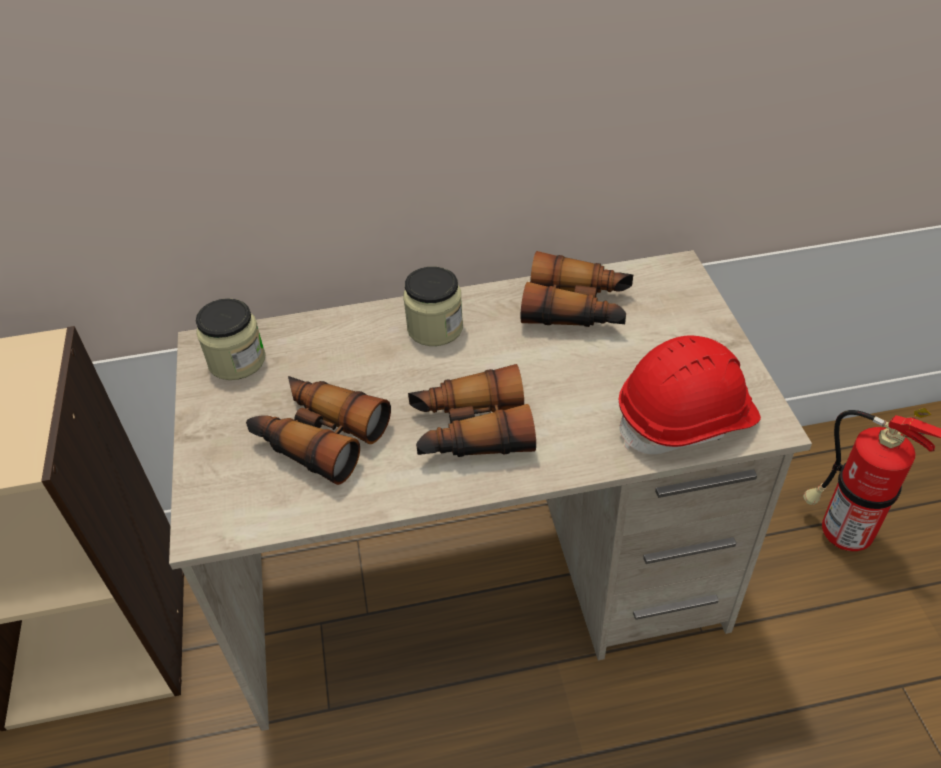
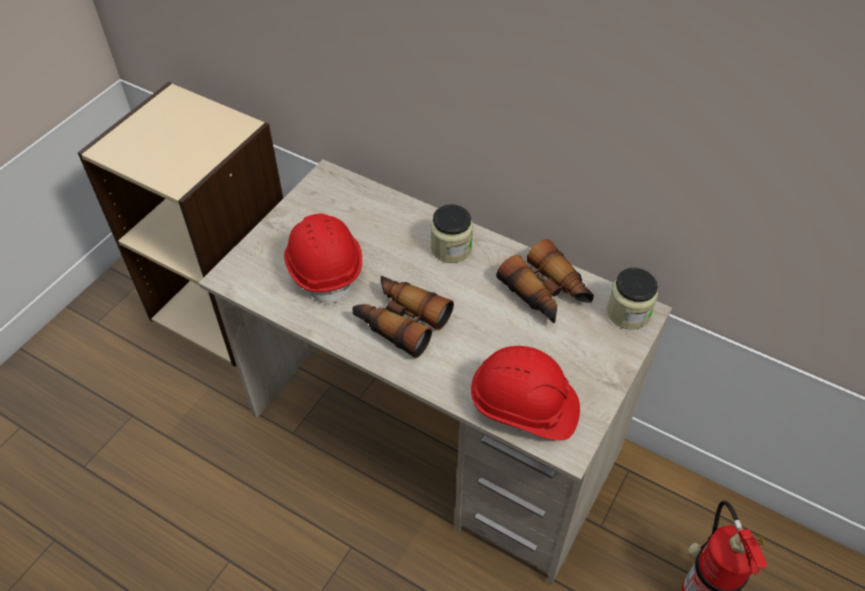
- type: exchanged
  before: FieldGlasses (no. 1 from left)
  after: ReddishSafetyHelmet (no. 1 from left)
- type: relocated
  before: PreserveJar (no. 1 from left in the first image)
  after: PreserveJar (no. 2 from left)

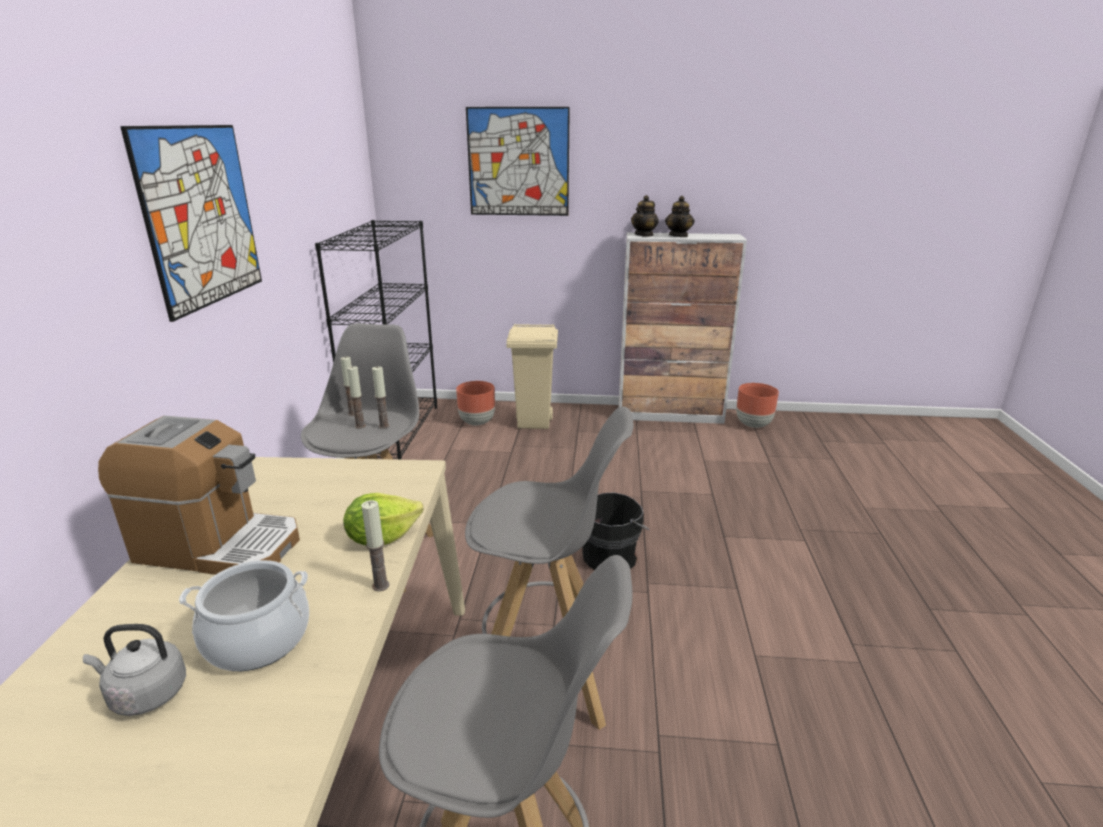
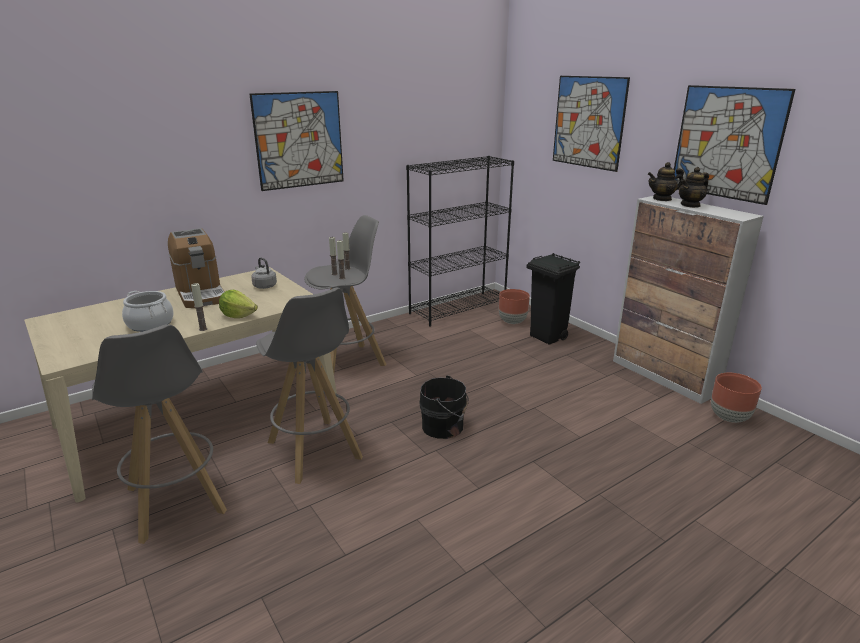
- type: relocated
  before: GreyishTeaKettle
- type: colour
  before: SandColouredTrashCan
  after: BlackTrashCan
- type: appeared
  after: WallPicture (no. 3 from left)

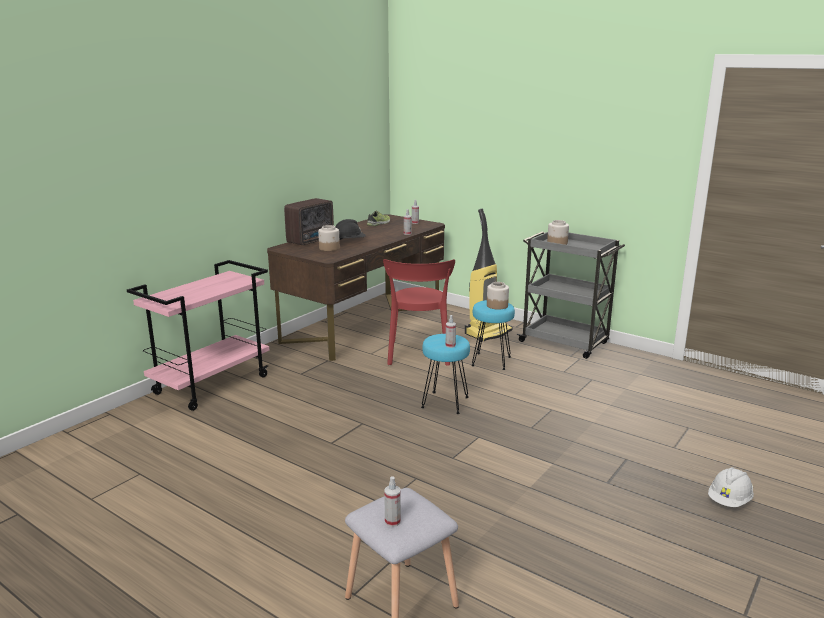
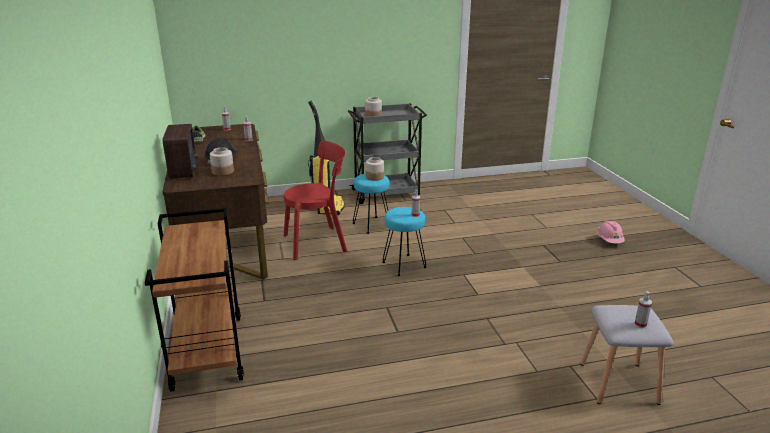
- type: colour
  before: PinkColouredTrolley
  after: BrownishTrolley
- type: spun
  before: ReddishUprightChair
  turn: -60
- type: colour
  before: WhiteColouredSafetyHelmet
  after: PinkColouredSafetyHelmet

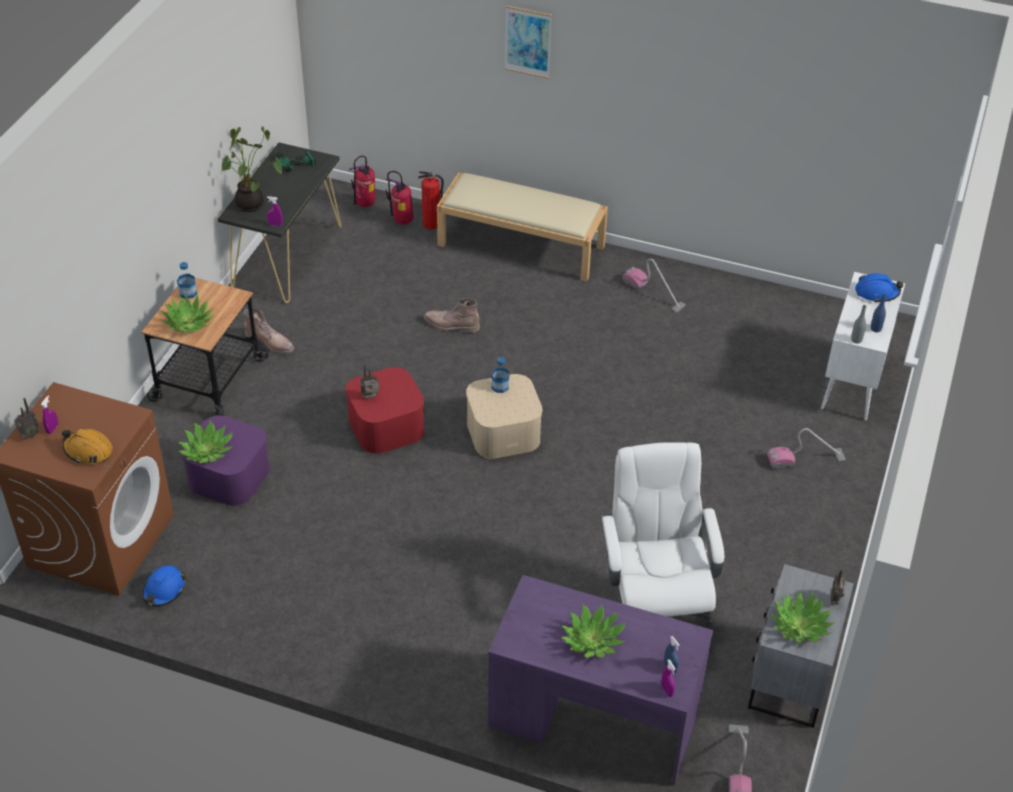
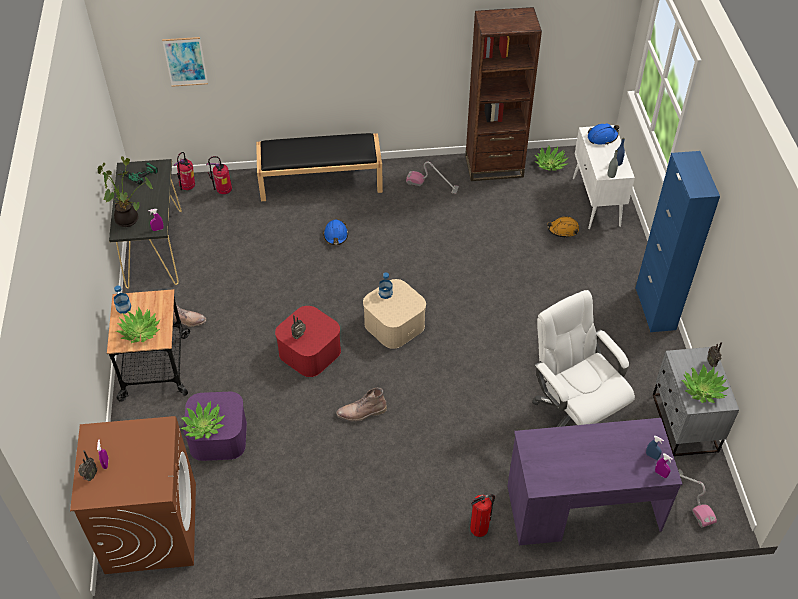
- type: relocated
  before: WallPicture
- type: colour
  before: SandColouredIndoorBench
  after: BlackIndoorBench
- type: relocated
  before: BlueColouredSafetyHelmet (no. 1 from left)
- type: relocated
  before: BrownishHighTopBoot (no. 2 from left)
- type: appeared
  after: BrownishBookcase
- type: relocated
  before: FireExtinguisher (no. 3 from left)
- type: relocated
  before: Houseplant (no. 4 from left)
- type: relocated
  before: OrangeColouredSafetyHelmet
- type: appeared
  after: BlueColouredCabinet
- type: missing
  before: Vacuum (no. 3 from left)

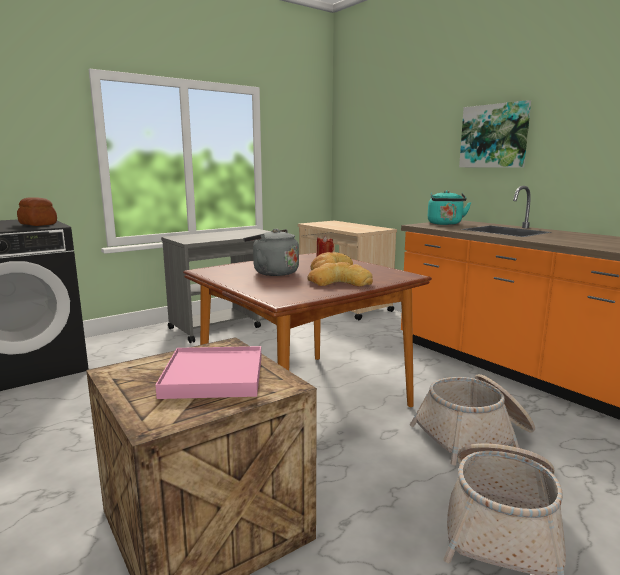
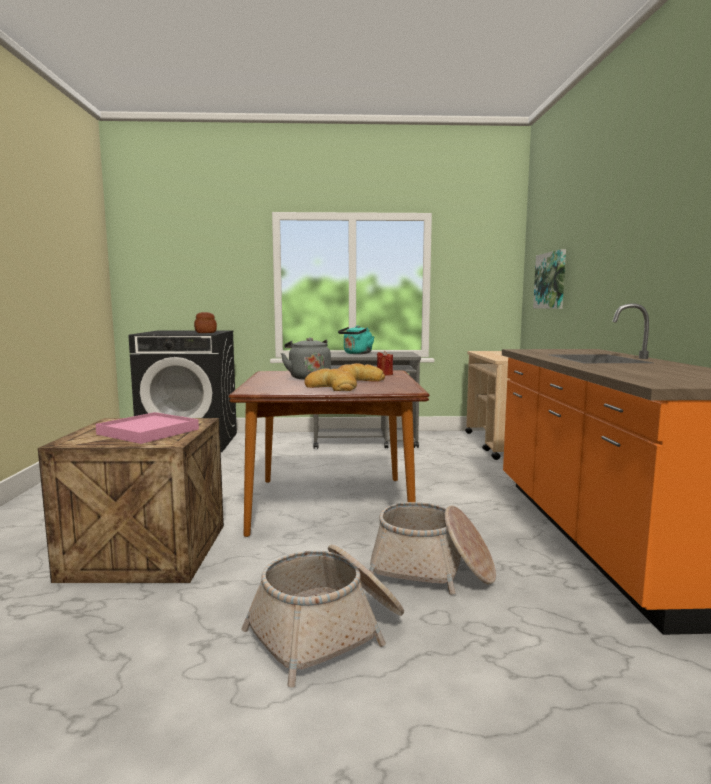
- type: relocated
  before: TurquoiseTeaKettle
- type: relocated
  before: WallPicture

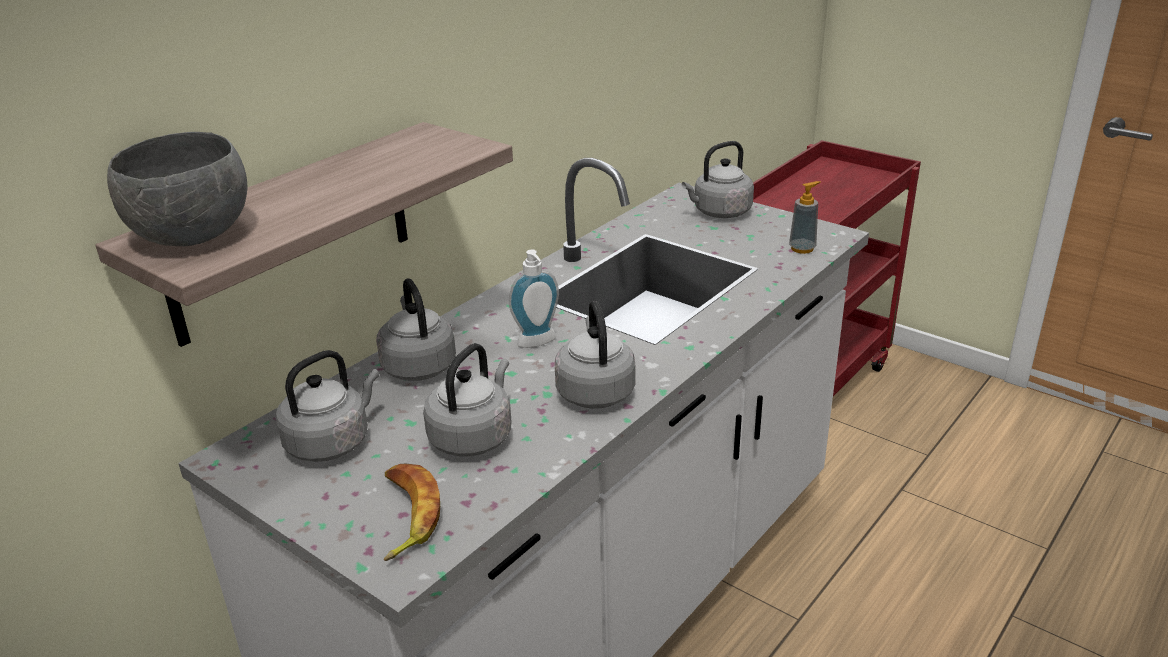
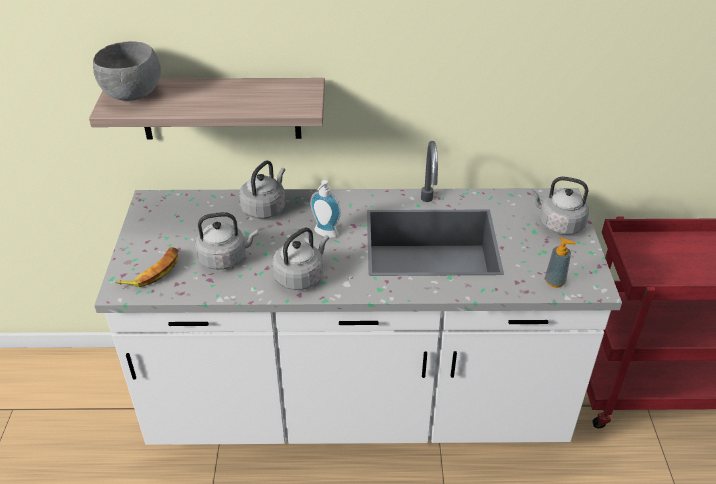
- type: missing
  before: GreyishTeaKettle (no. 1 from left)

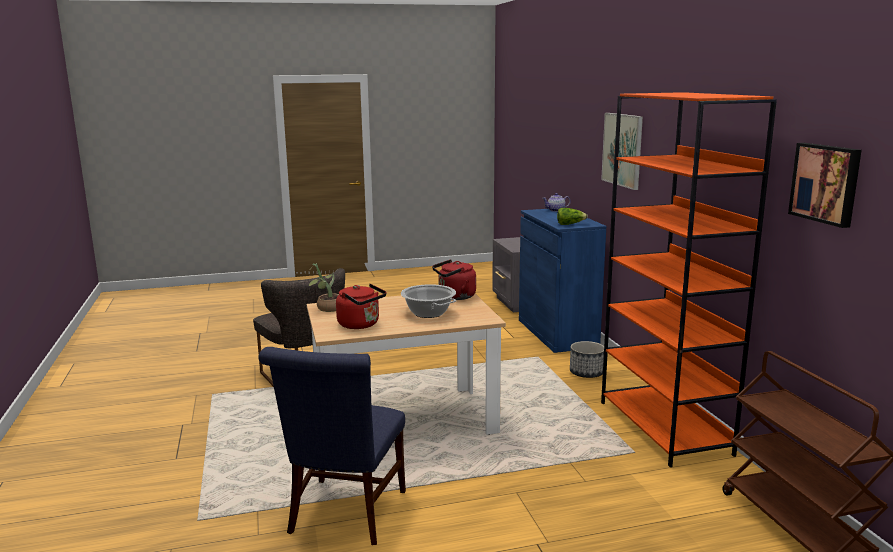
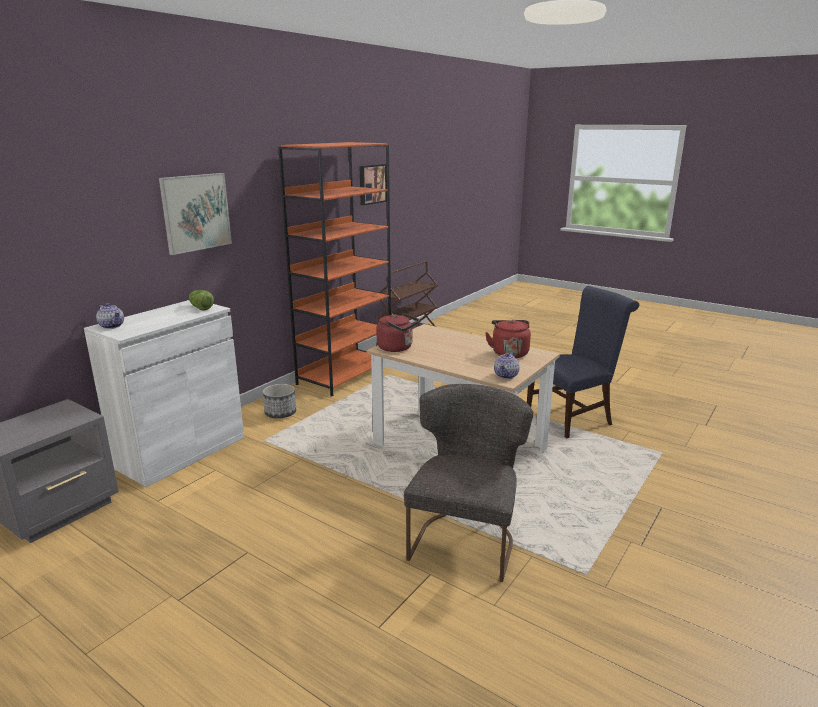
- type: colour
  before: BlueColouredCabinet
  after: WhiteColouredCabinet
- type: exchanged
  before: Houseplant
  after: TeaPot (no. 2 from left)
- type: missing
  before: CookingPot

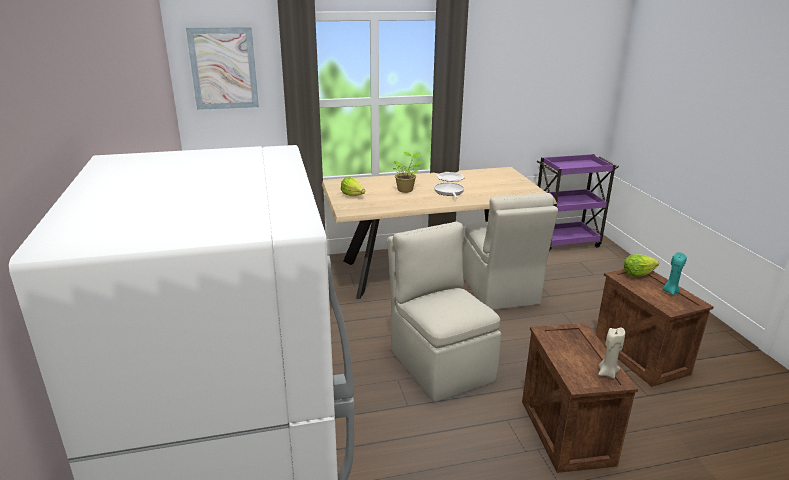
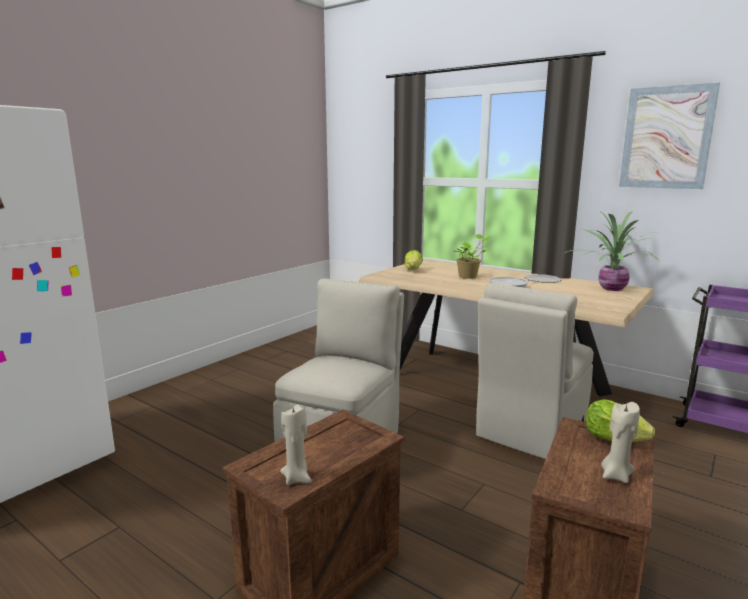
- type: appeared
  after: Houseplant (no. 2 from left)
- type: colour
  before: TurquoiseWaxCandle
  after: SandColouredWaxCandle (no. 2 from left)
- type: relocated
  before: WallPicture

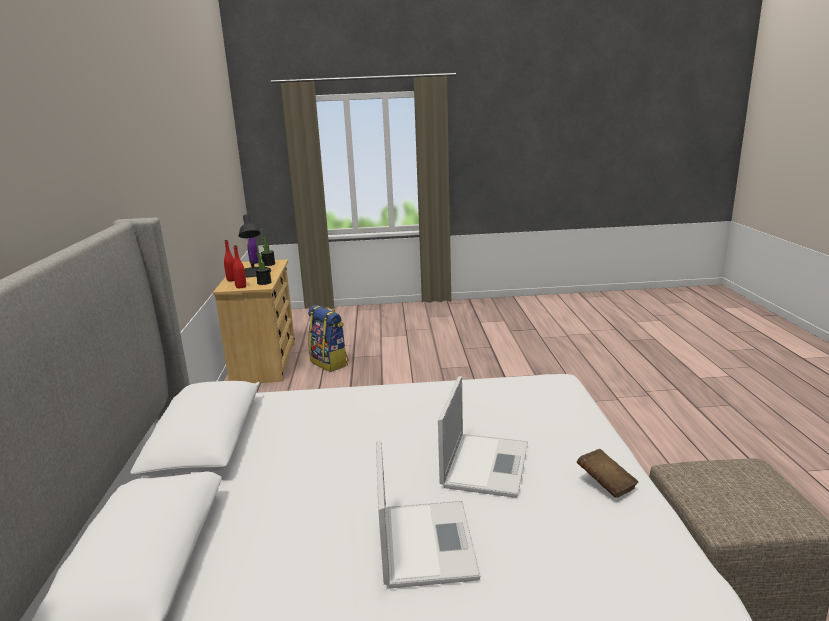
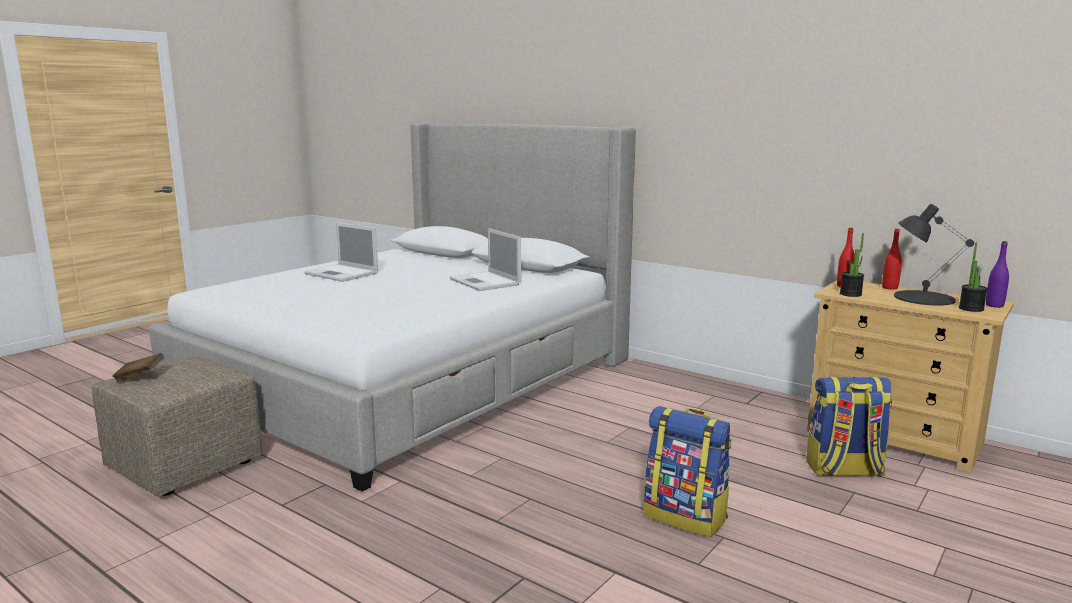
- type: relocated
  before: BrownishVolume
- type: relocated
  before: Laptop (no. 2 from left)
- type: appeared
  after: Backpack (no. 1 from left)

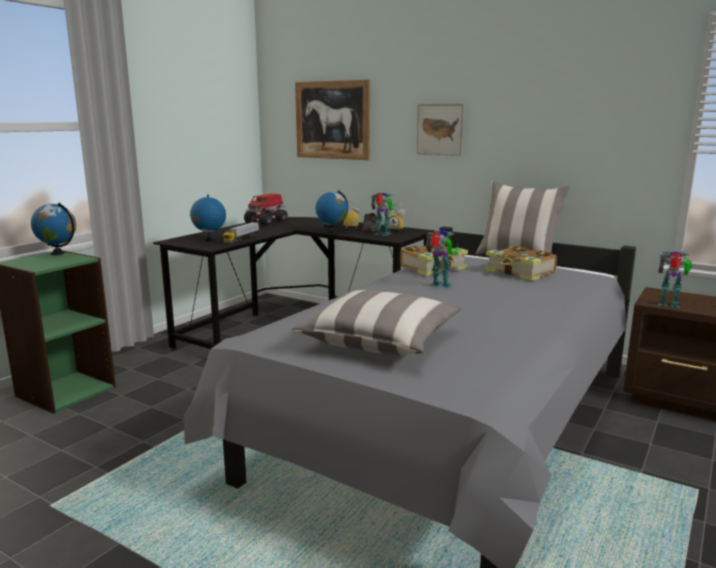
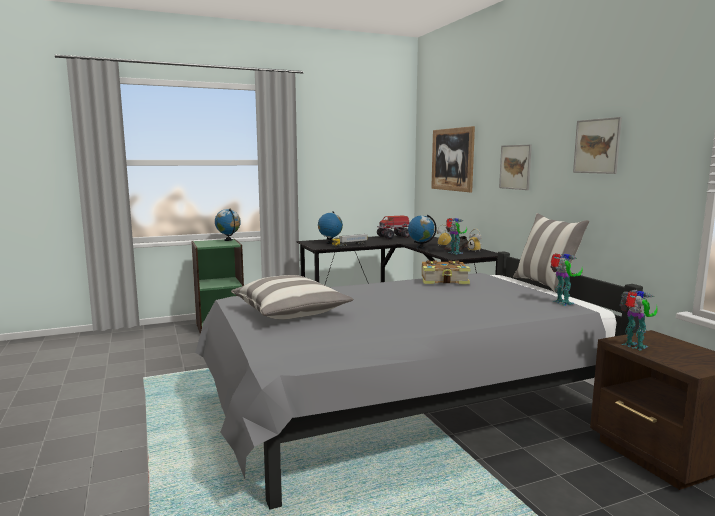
- type: relocated
  before: ToyRobot (no. 2 from left)
- type: appeared
  after: WallPicture (no. 3 from left)
- type: missing
  before: Volume (no. 2 from left)

